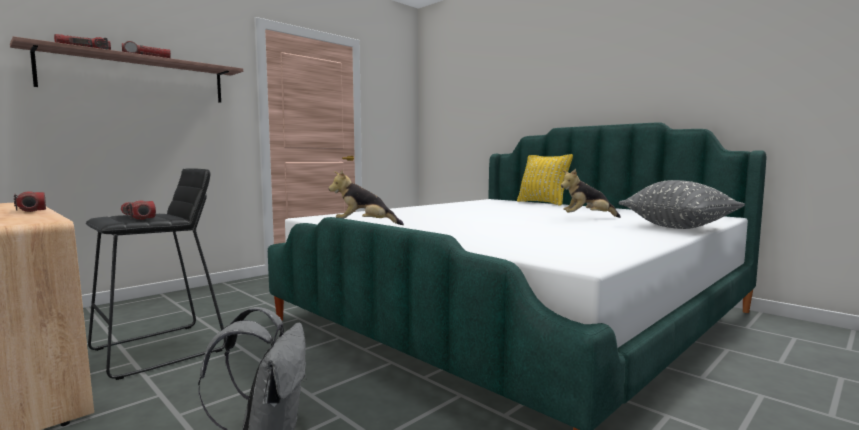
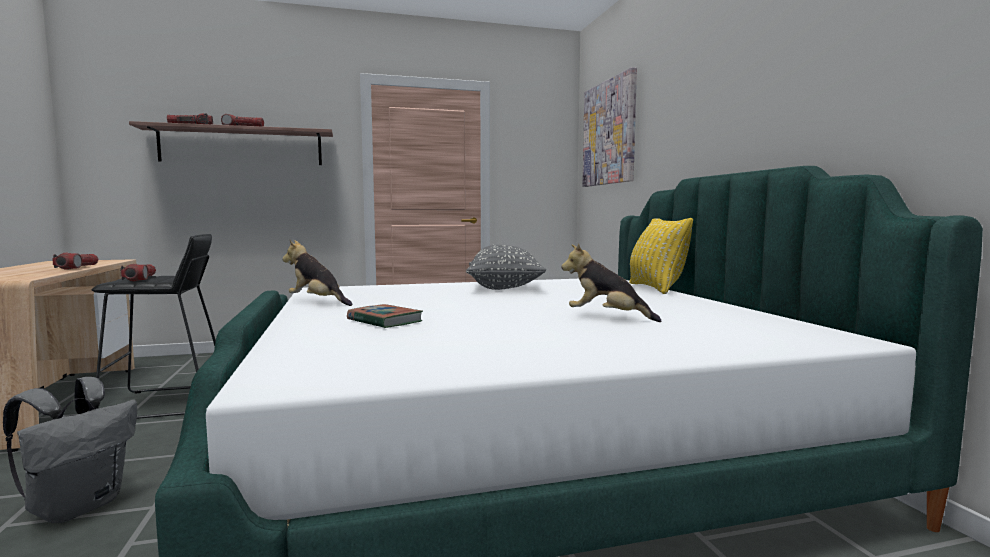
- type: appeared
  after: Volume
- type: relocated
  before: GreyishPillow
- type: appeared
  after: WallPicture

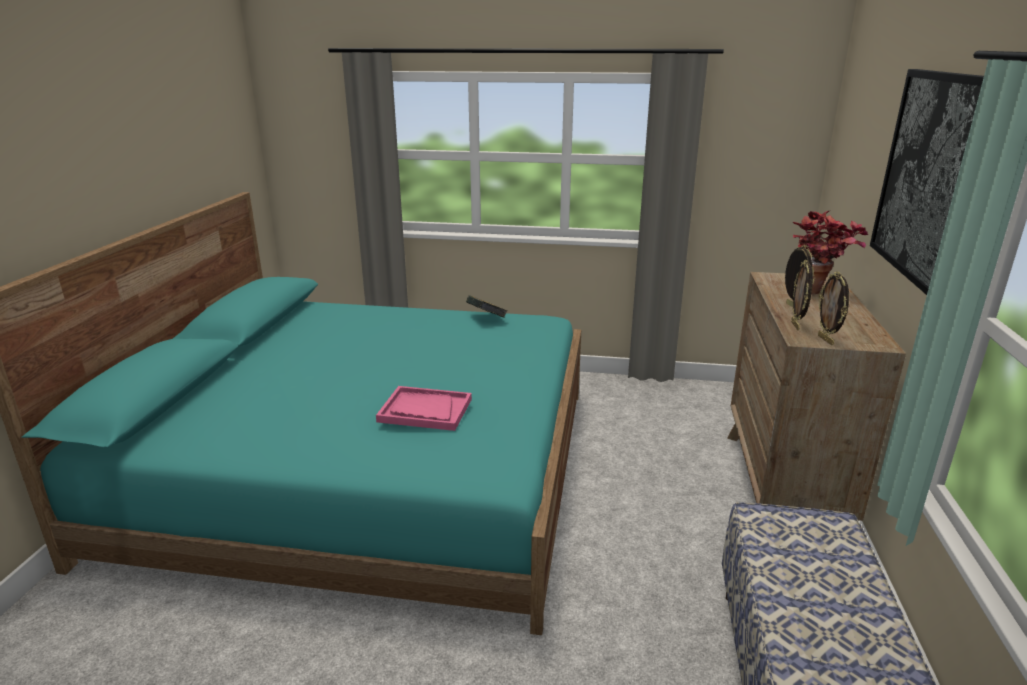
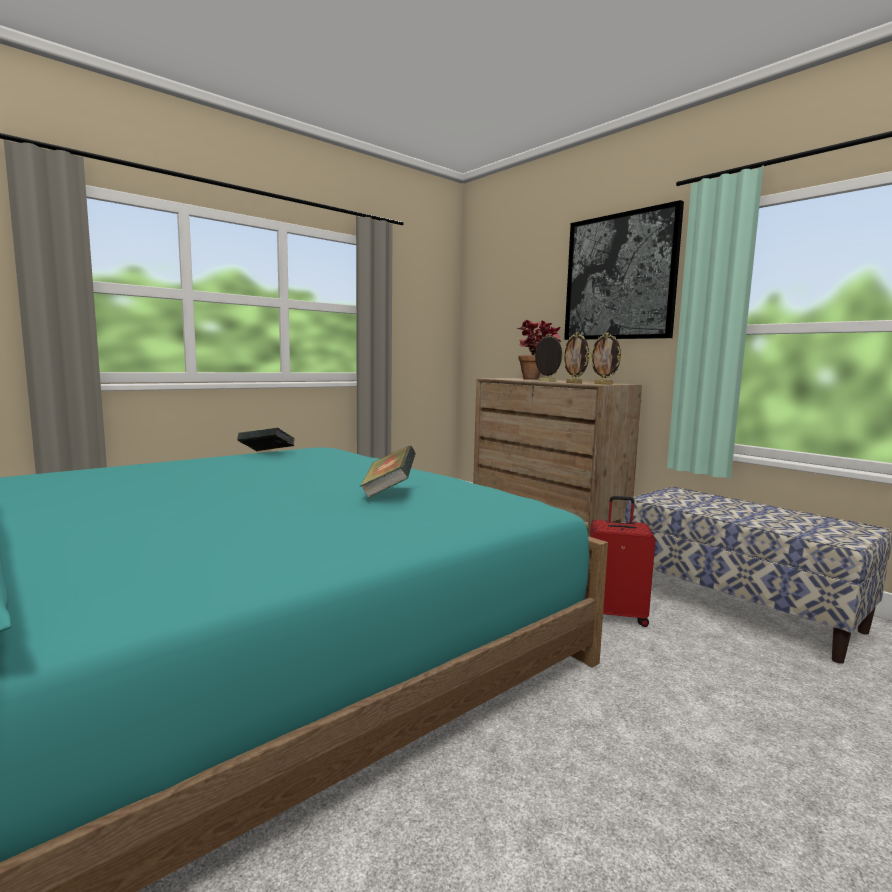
- type: exchanged
  before: PinkColouredServingTray
  after: Volume (no. 2 from left)
- type: appeared
  after: ReddishSuitcase

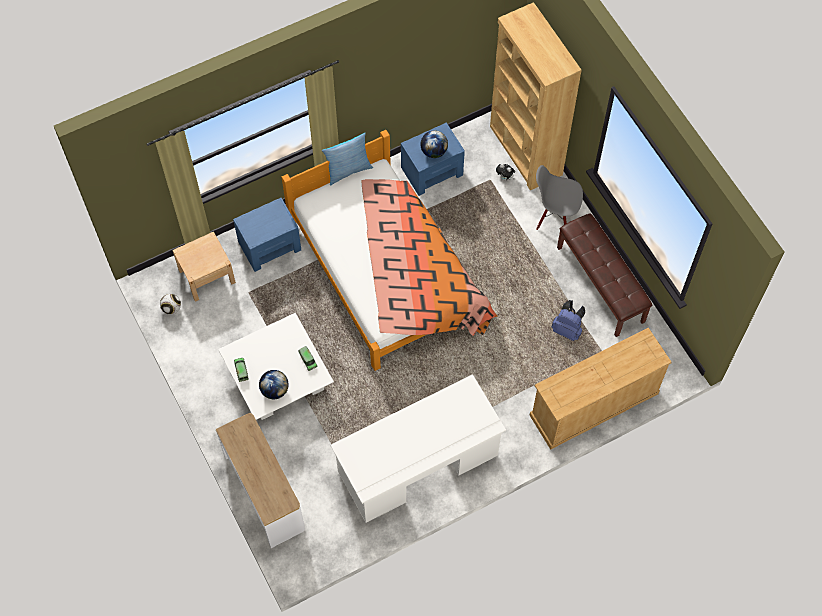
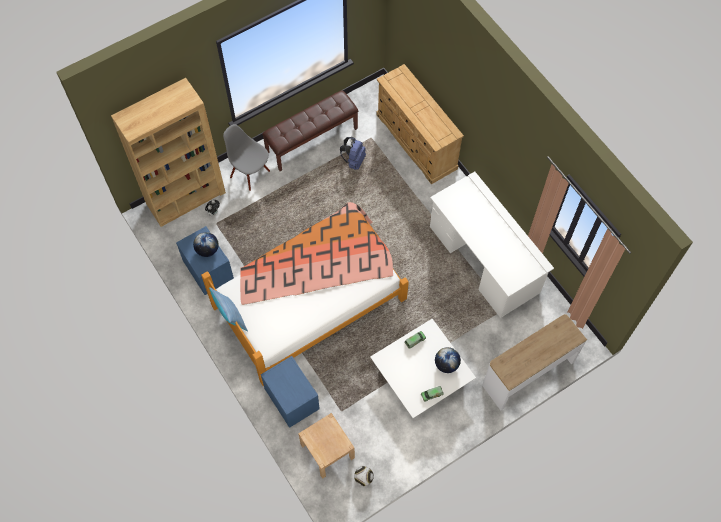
- type: spun
  before: GreyishUprightChair
  turn: 120

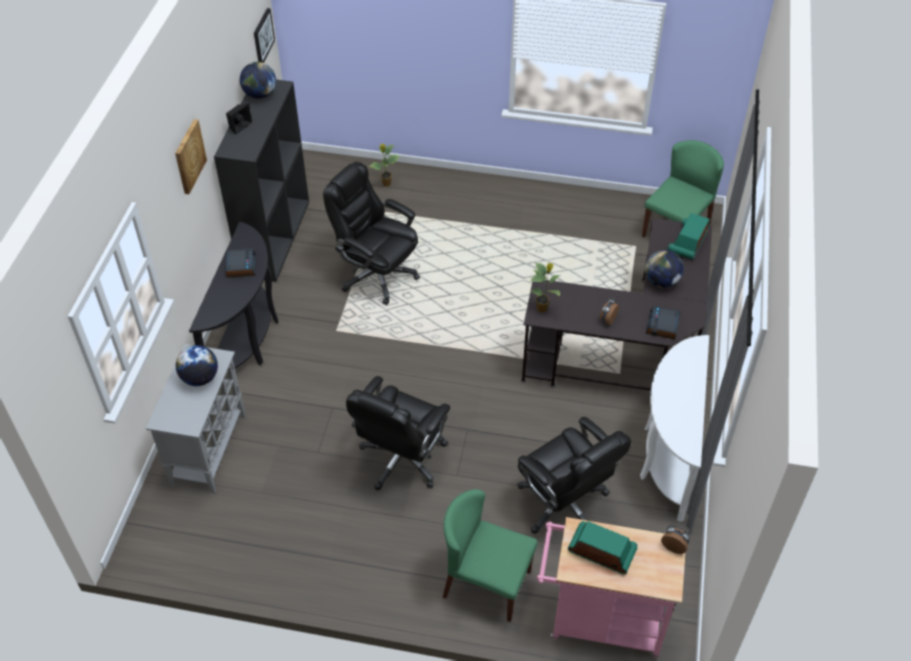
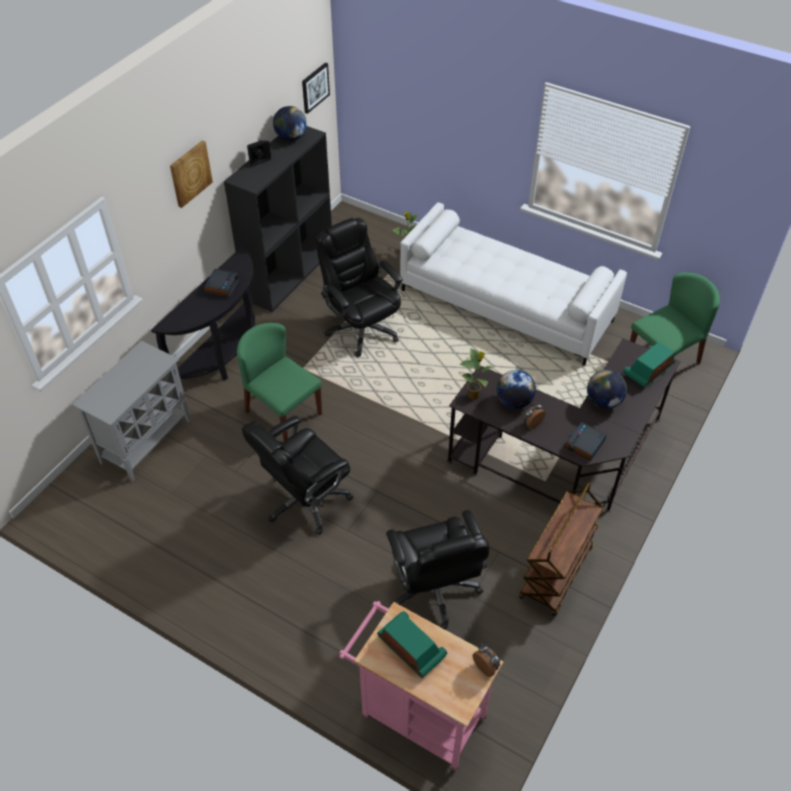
- type: relocated
  before: GreenColouredUprightChair (no. 1 from left)
- type: appeared
  after: WhiteColouredSofa
- type: relocated
  before: Globe (no. 1 from left in the first image)
  after: Globe (no. 2 from left)
- type: exchanged
  before: WhiteColouredHallTable
  after: BrownishTrolley

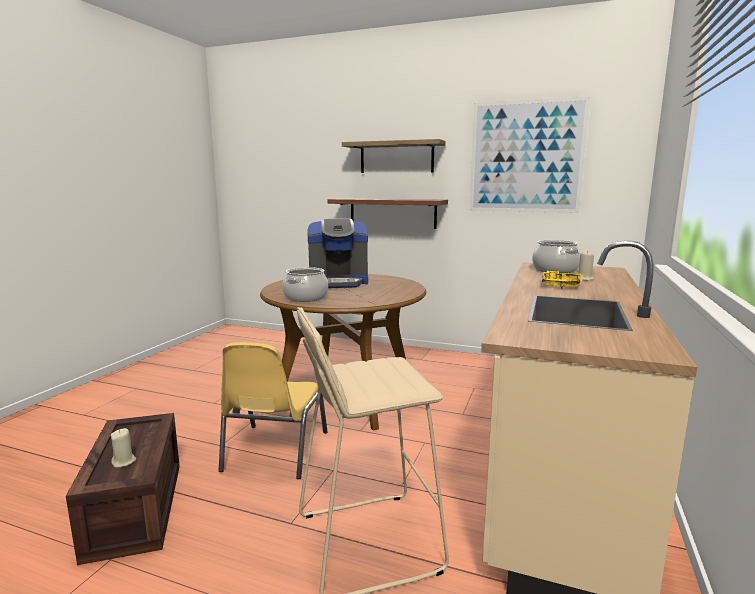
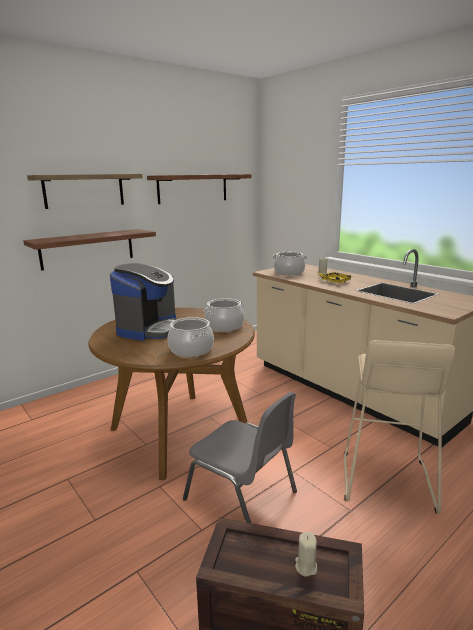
- type: exchanged
  before: WallPicture
  after: WallShelf (no. 3 from left)
- type: colour
  before: YellowColouredUprightChair
  after: GreyishUprightChair
- type: appeared
  after: CookingPot (no. 2 from left)

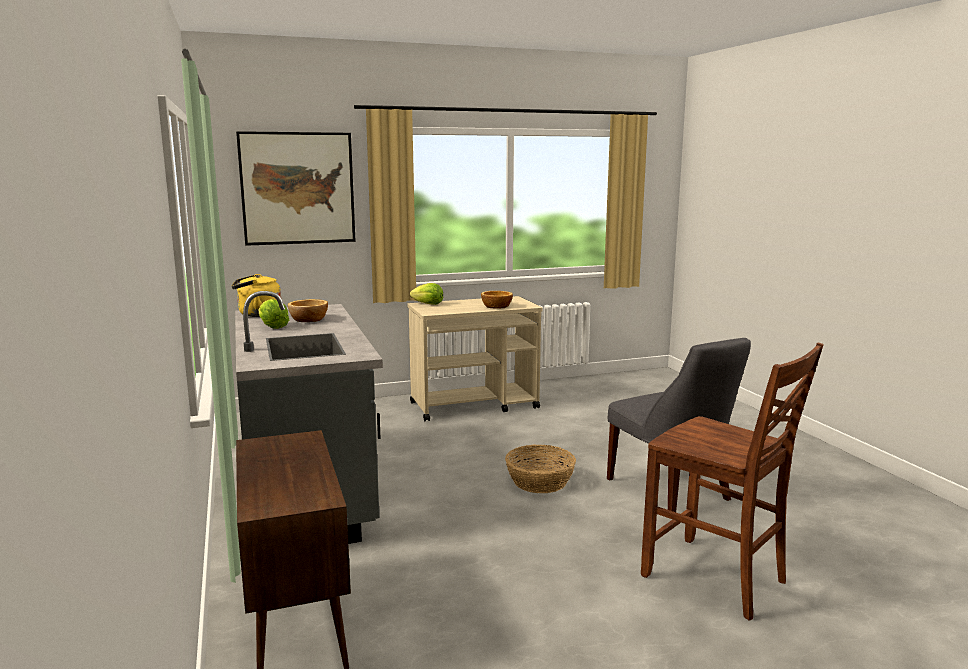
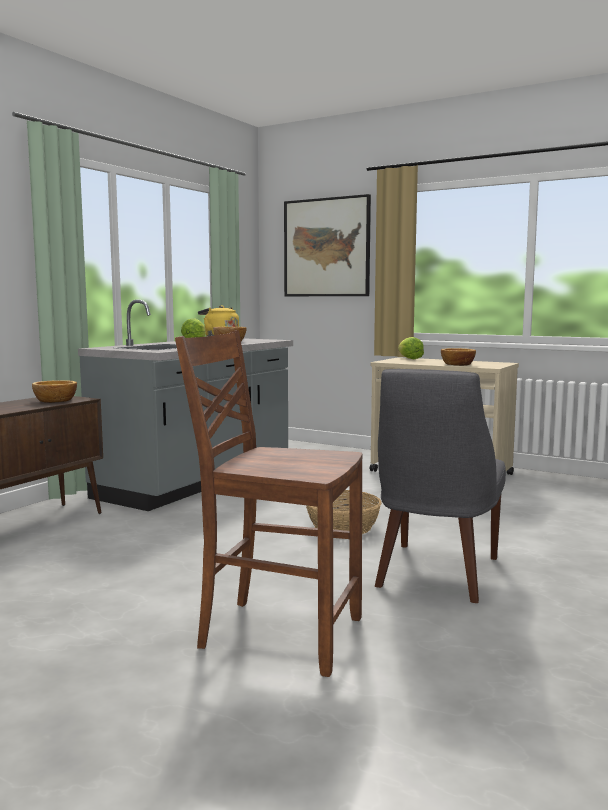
- type: appeared
  after: DeepDish (no. 1 from left)
- type: spun
  before: BrownishUprightChair
  turn: 105

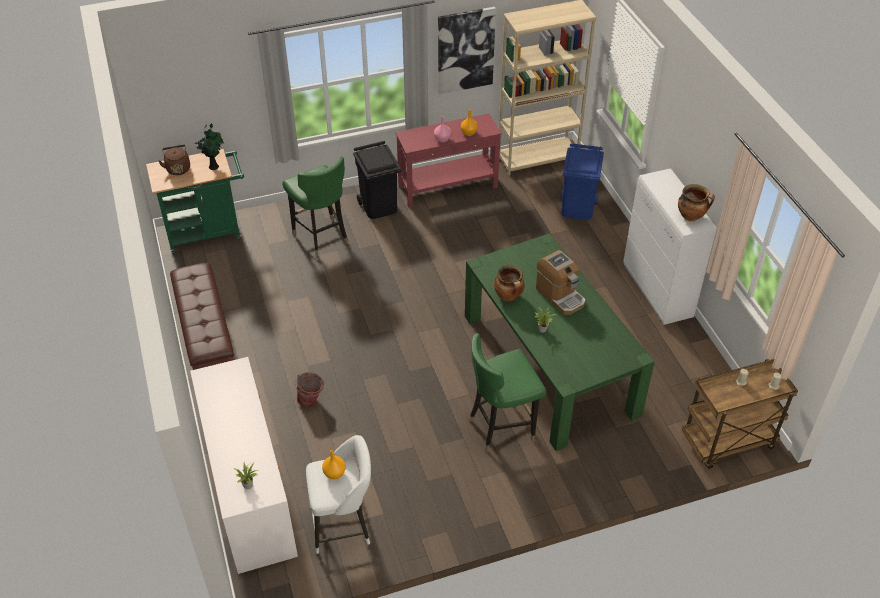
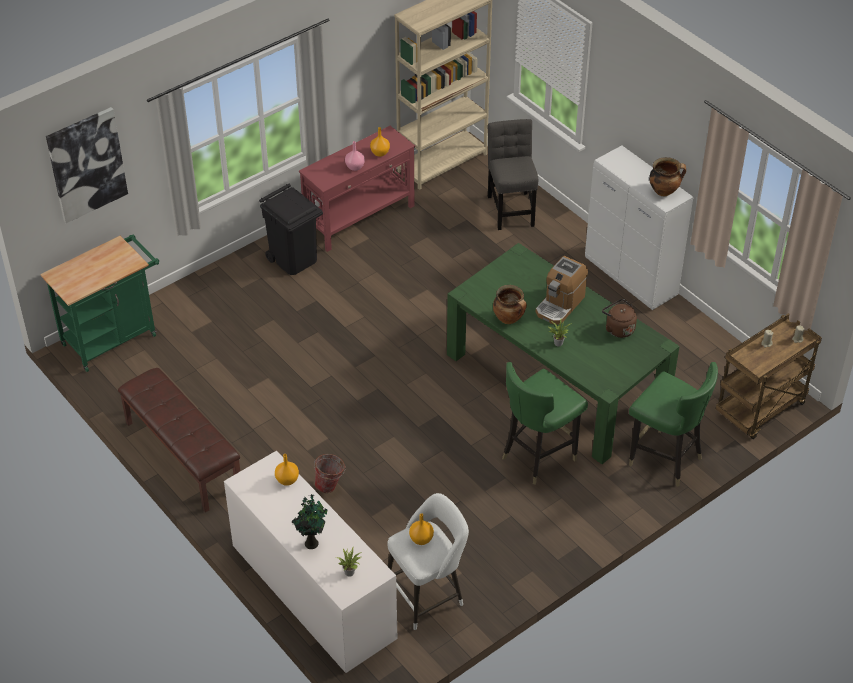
- type: relocated
  before: WallPicture
- type: appeared
  after: OrangeColouredVase (no. 1 from left)
- type: relocated
  before: Houseplant (no. 1 from left)
- type: exchanged
  before: BlueColouredTrashCan
  after: GreyishUprightChair
- type: spun
  before: CoffeeMachine
  turn: 90
- type: relocated
  before: BrownishTeaKettle
- type: relocated
  before: GreenColouredUprightChair (no. 1 from left in the first image)
  after: GreenColouredUprightChair (no. 2 from left)

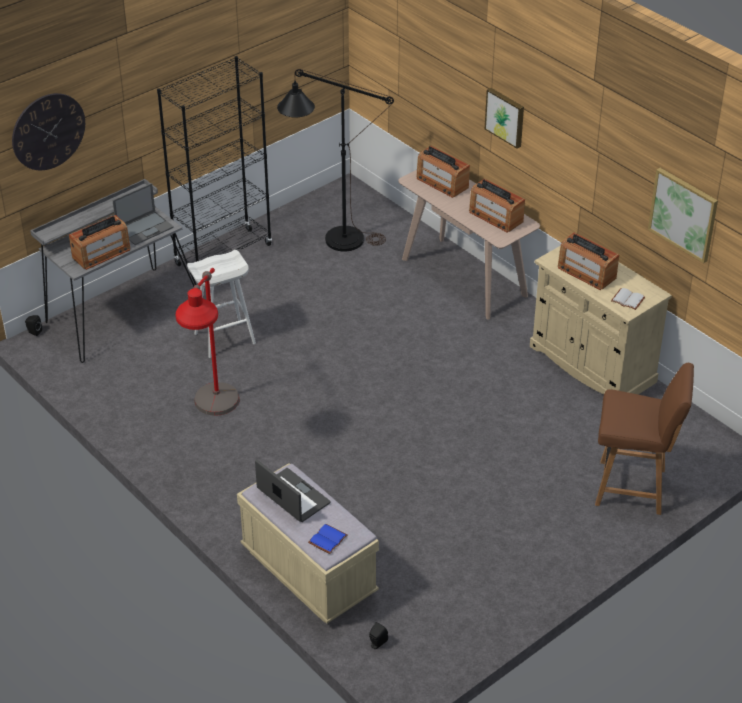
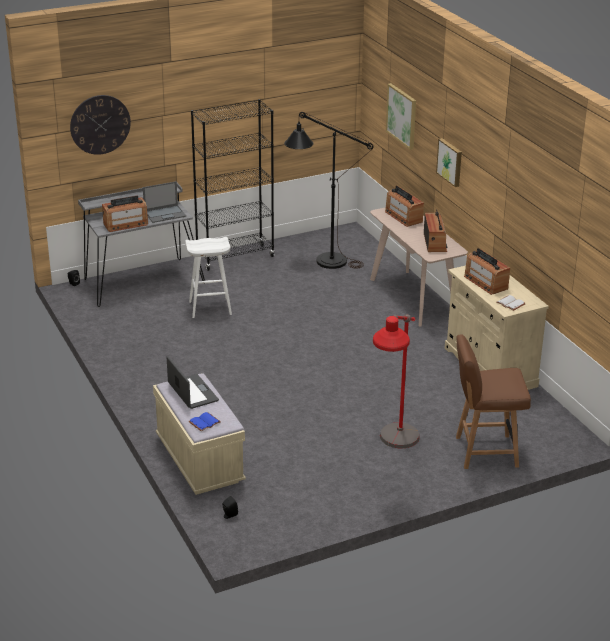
- type: relocated
  before: ReddishStandingLamp
- type: relocated
  before: WallPicture (no. 2 from left in the first image)
  after: WallPicture (no. 1 from left)
- type: spun
  before: RadioSet (no. 3 from left)
  turn: -150
- type: spun
  before: BrownishUprightChair
  turn: 150

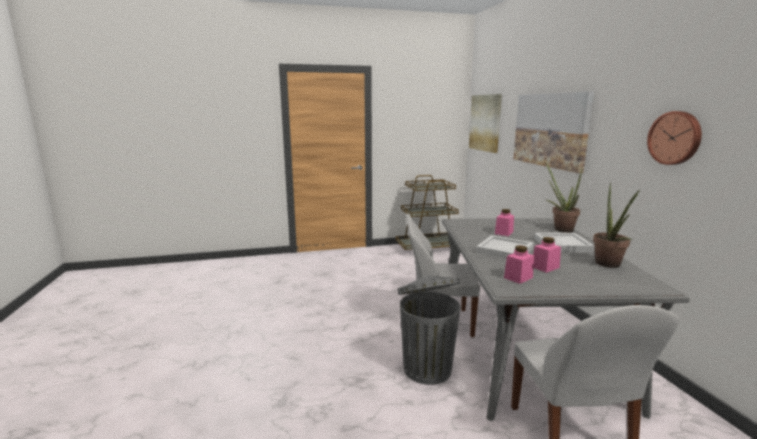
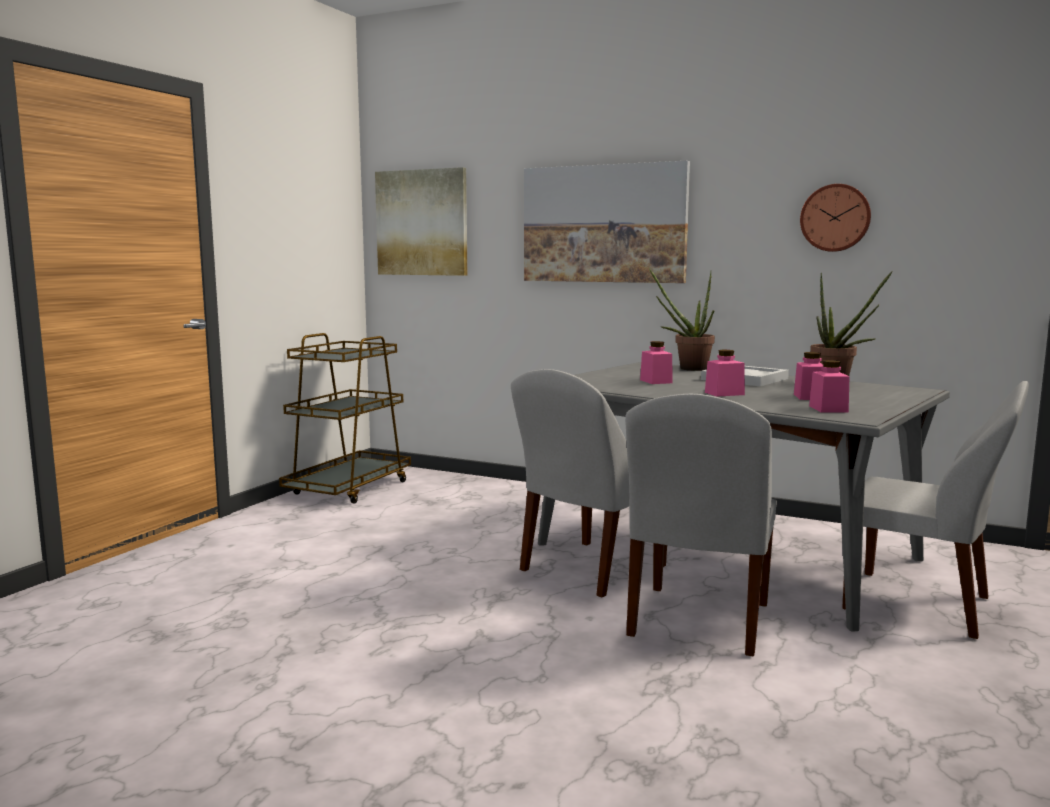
- type: exchanged
  before: GreyishTrashCan
  after: WhiteColouredUprightChair (no. 2 from left)
- type: exchanged
  before: WhiteColouredServingTray (no. 1 from left)
  after: PinkColouredPreserveJar (no. 2 from left)

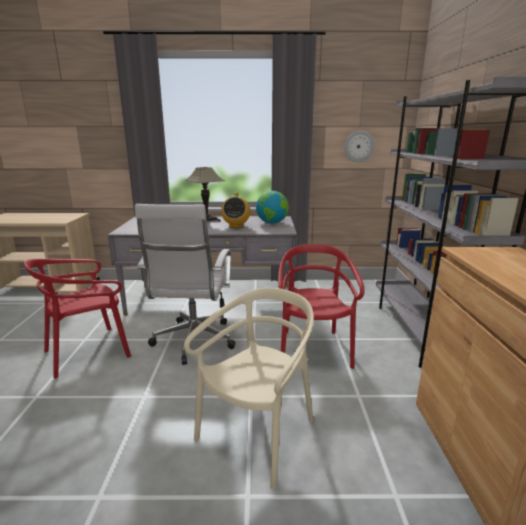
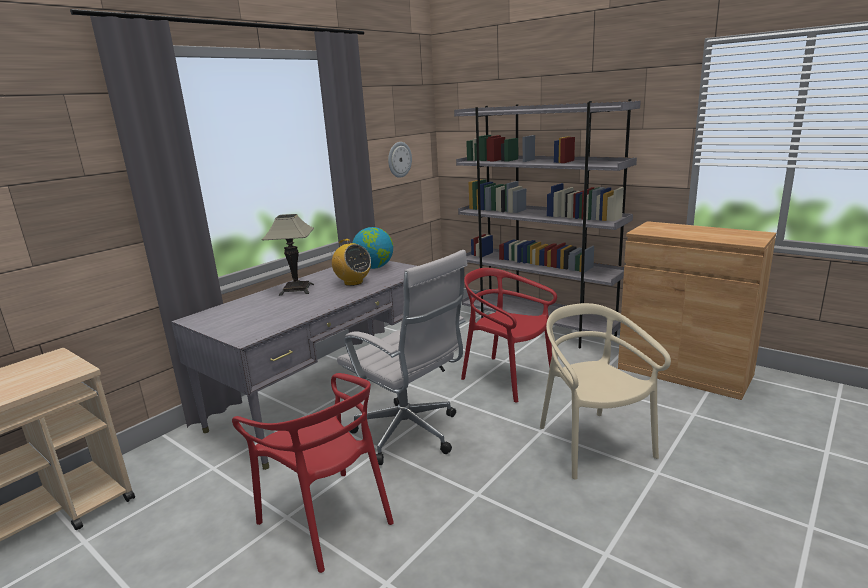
- type: spun
  before: ReddishUprightChair (no. 1 from left)
  turn: -45

